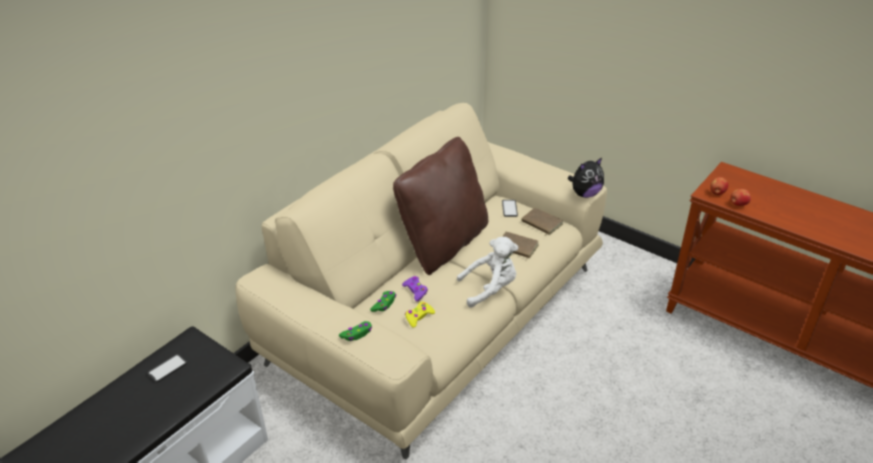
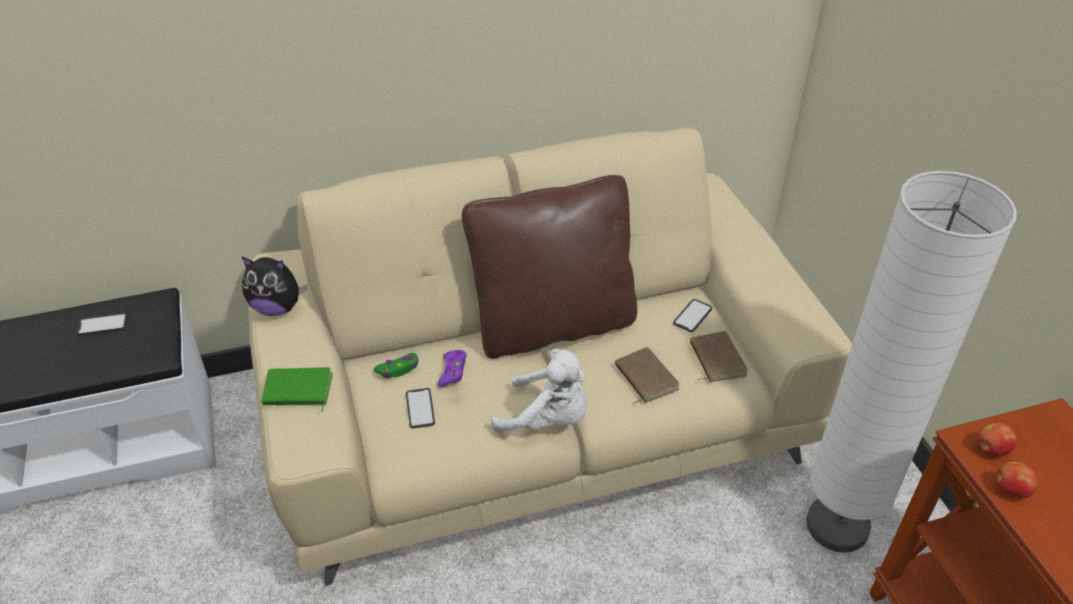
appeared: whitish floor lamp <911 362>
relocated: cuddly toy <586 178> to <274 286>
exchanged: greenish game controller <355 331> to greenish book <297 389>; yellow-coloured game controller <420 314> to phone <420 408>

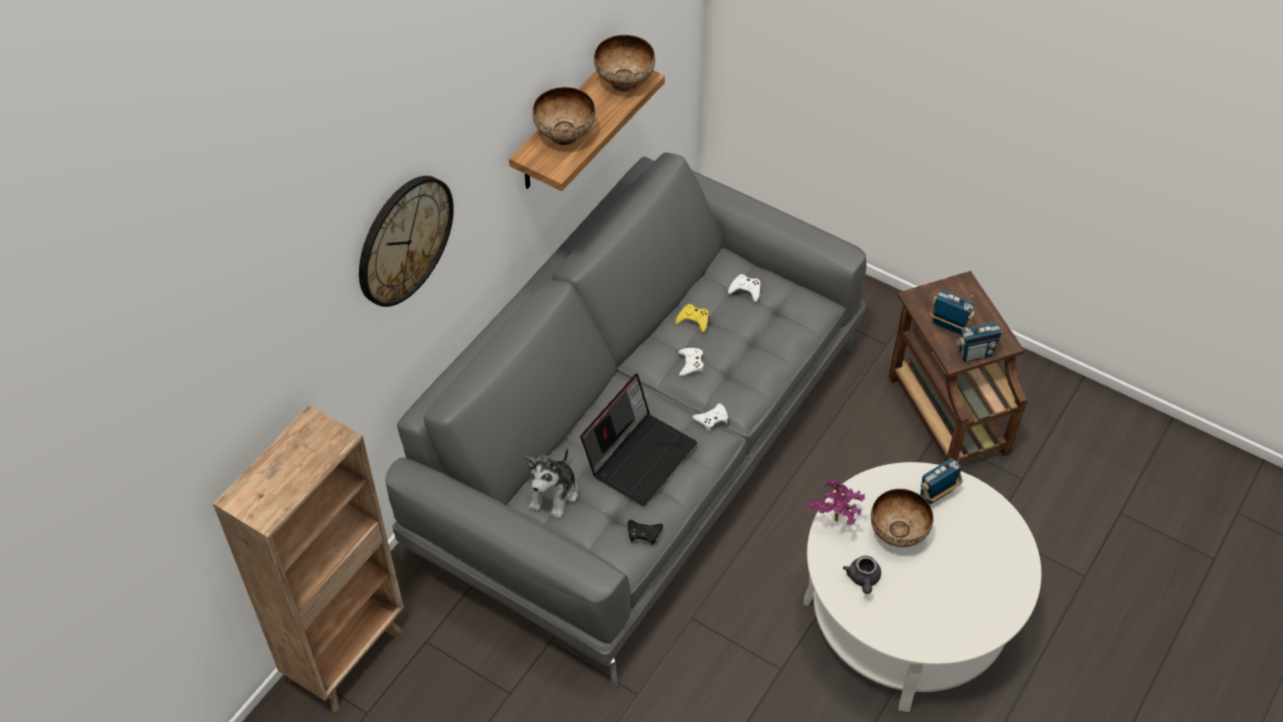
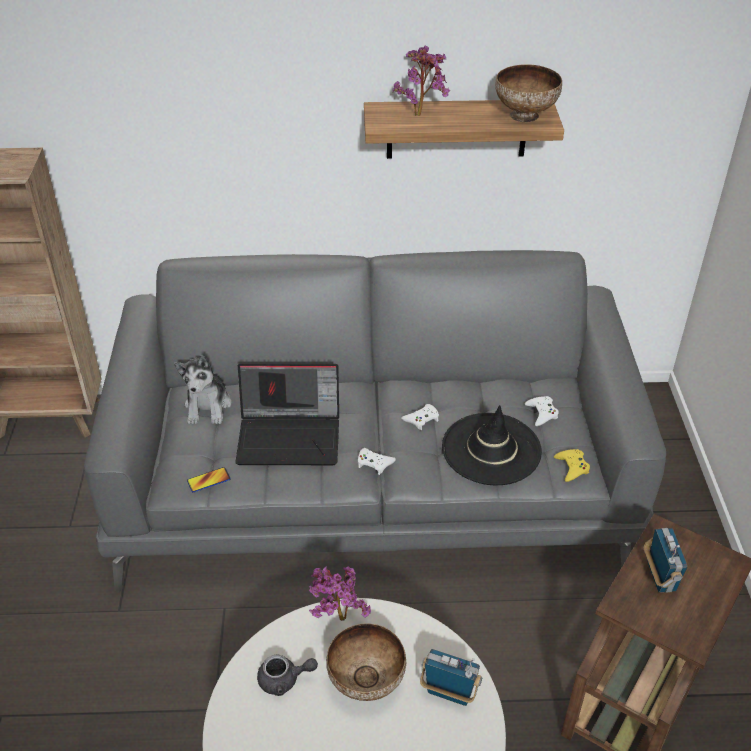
missing: clock on the wall <406 241>; radio set <979 339>
appeared: black hat <492 445>
relocated: yellow-coloured game controller <692 318> to <572 465>
exchanged: bowl <563 116> to potted plant <421 81>; black game controller <645 532> to phone <208 479>
spun: cuddly toy <551 483> = <202 389> 75 degrees counterclockwise; gray pot for tea <862 575> = <287 675> 150 degrees counterclockwise

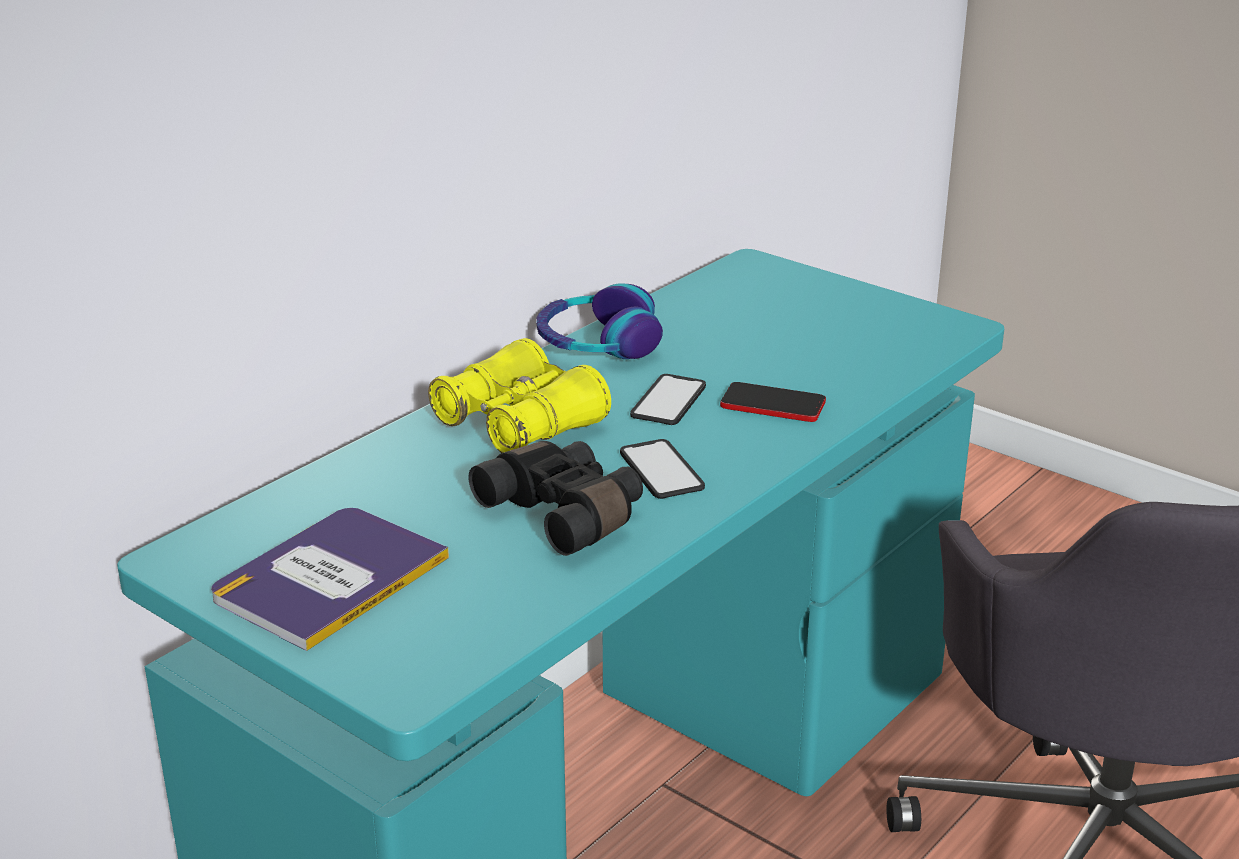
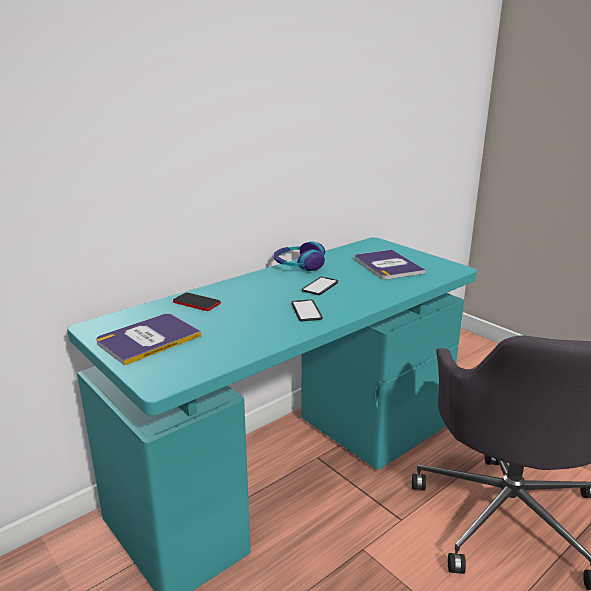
missing: yellow-coloured pair of binoculars <519 395>; black pair of binoculars <555 498>
appeared: book <390 264>
relocated: phone <773 402> to <197 302>

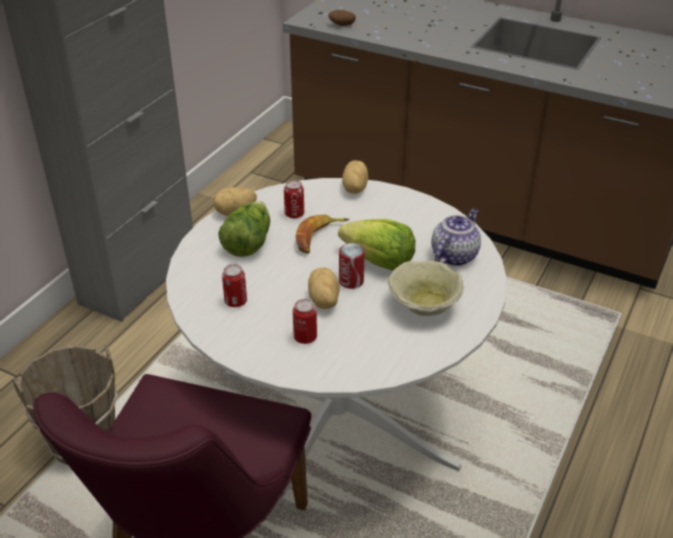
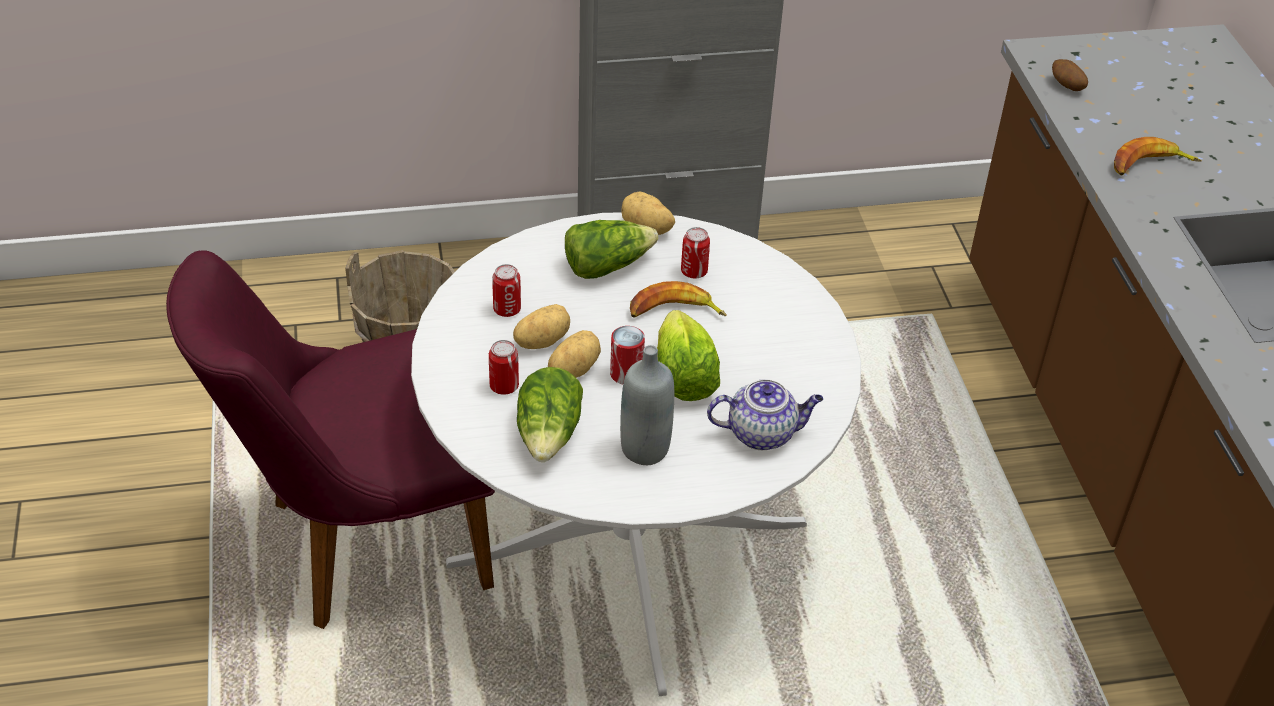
appeared: lettuce <550 414>; banana <1157 156>
relocated: spud <355 177> to <541 326>
exchanged: beige-coloured bowl <426 288> to gray beverage bottle <647 405>

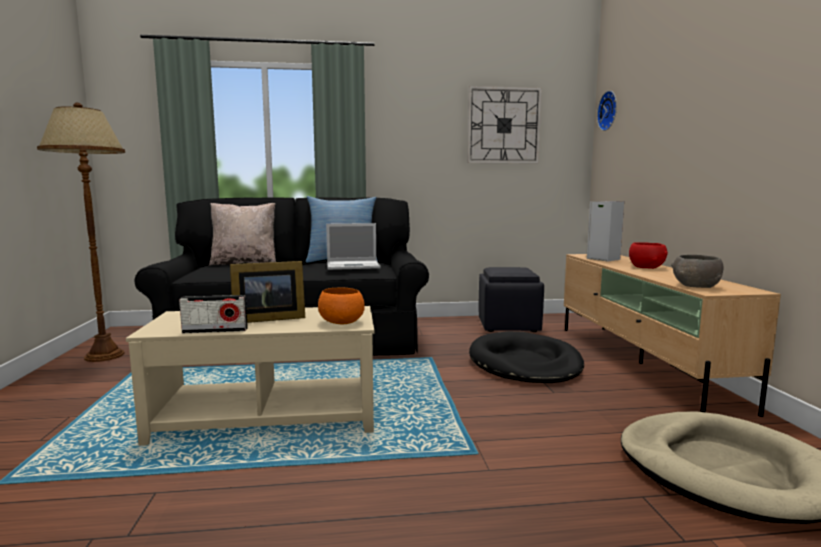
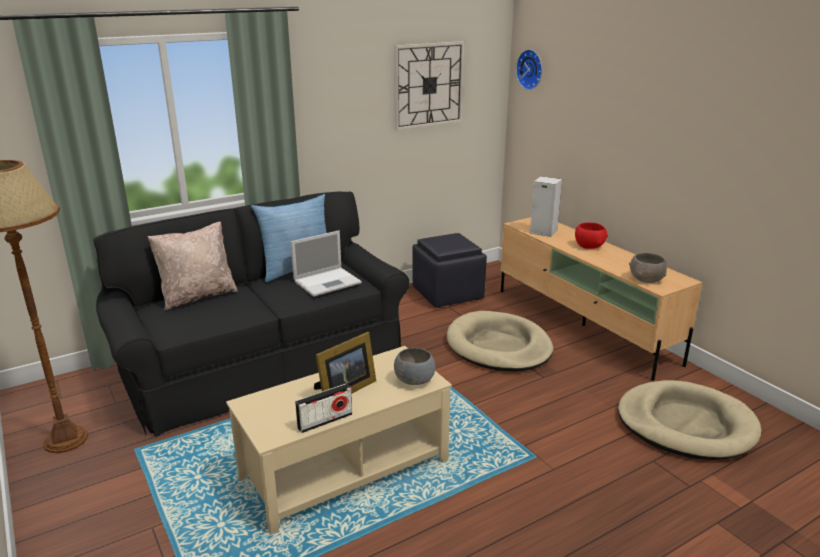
colour: orange-coloured bowl <341 306> to gray bowl <414 366>; black dog bed <526 357> to beige-coloured dog bed <500 341>

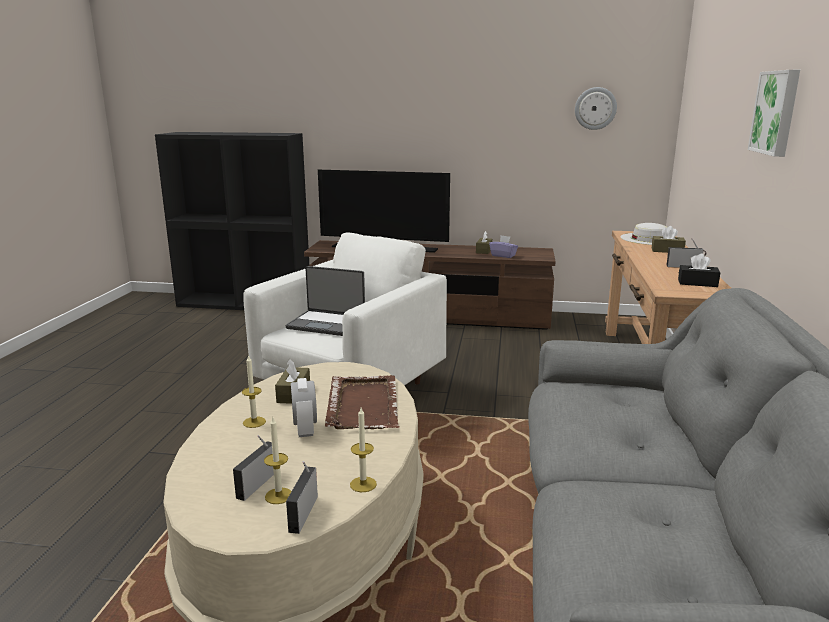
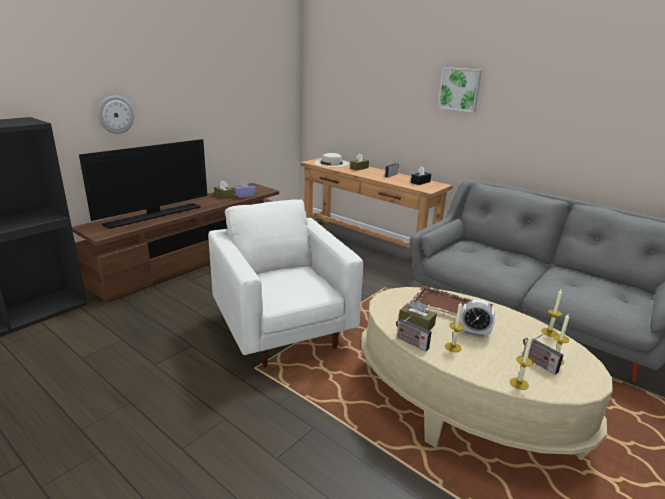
missing: portable computer <325 301>
appeared: wax light <521 362>
relocated: radio set <302 497> to <414 333>; clock on the wall <596 108> to <116 115>

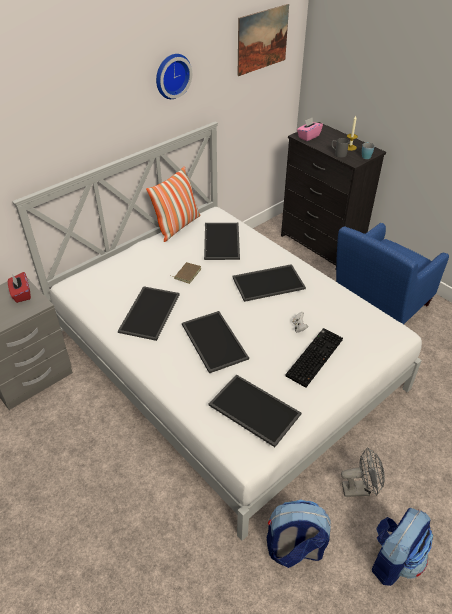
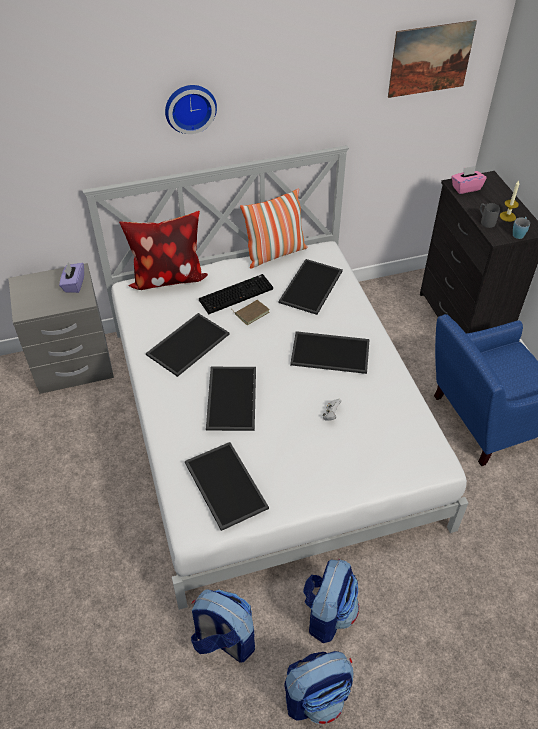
appeared: cushion <163 250>
relocated: clock on the wall <174 76> to <191 109>; keyboard <314 358> to <236 294>
exchanged: gray electric fan <363 472> to knapsack <331 601>
colour: reddish tissue box <19 287> to purple tissue box <71 278>

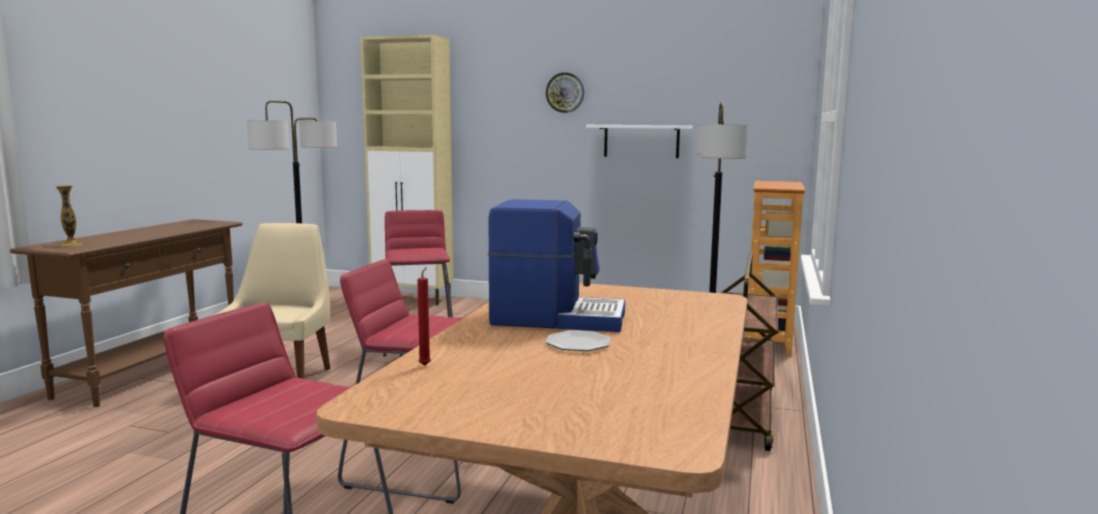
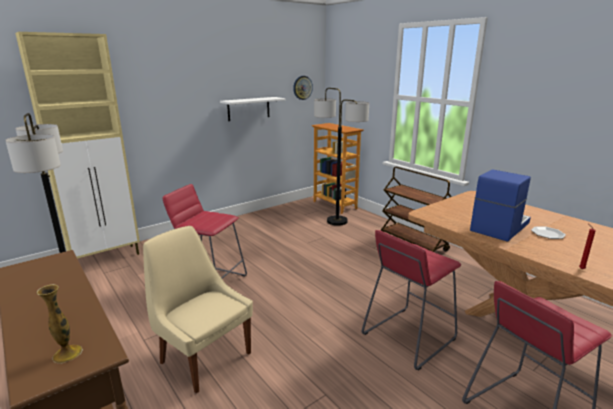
relocated: clock on the wall <565 92> to <303 88>

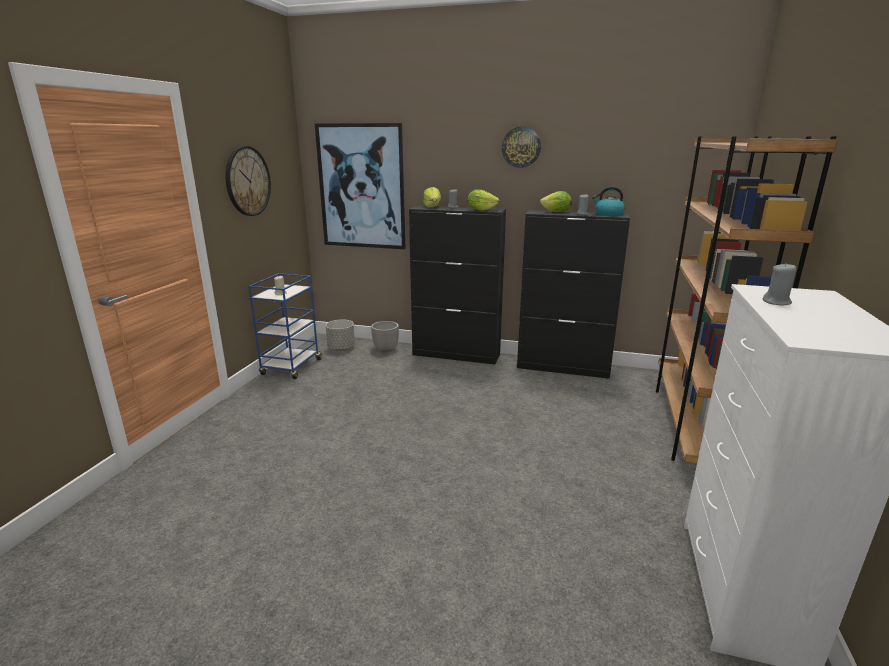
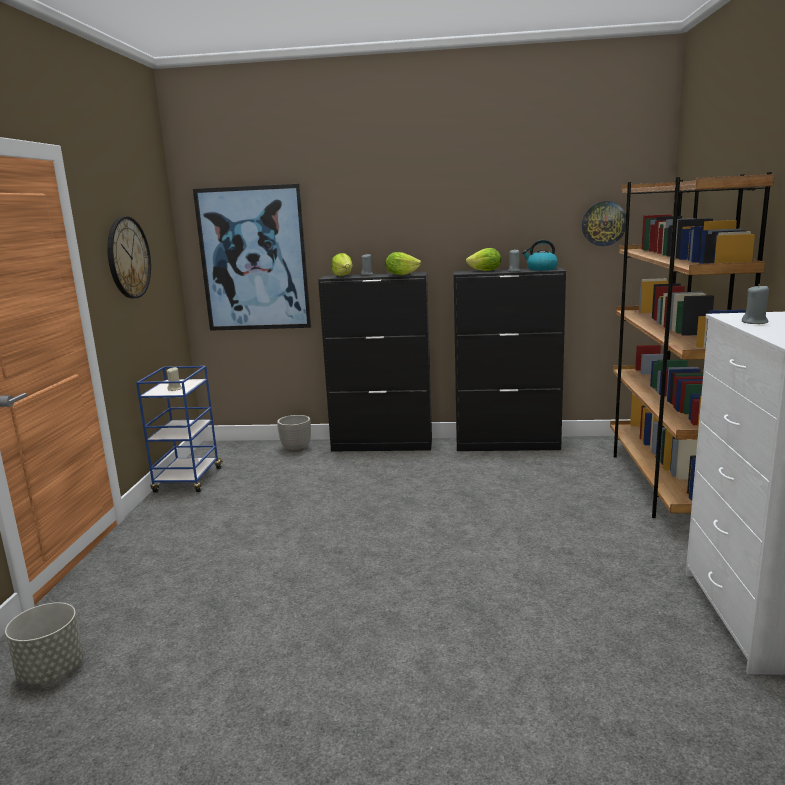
relocated: gray plant pot <340 335> to <44 643>; clock on the wall <521 147> to <604 223>

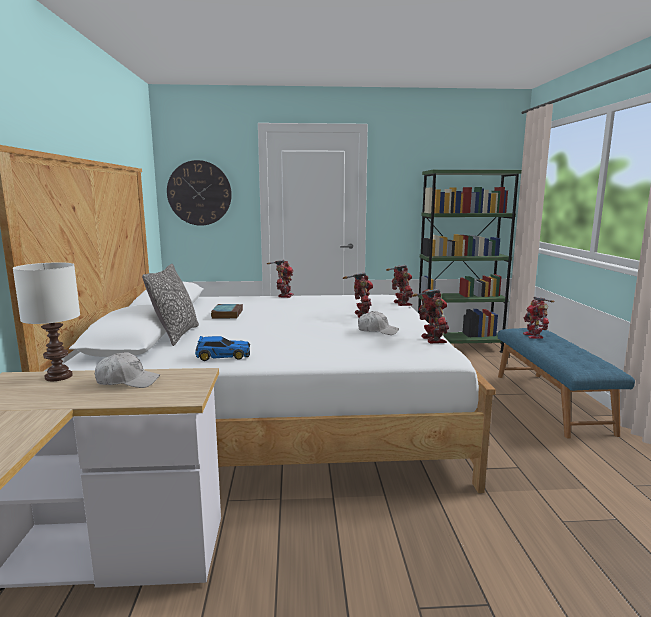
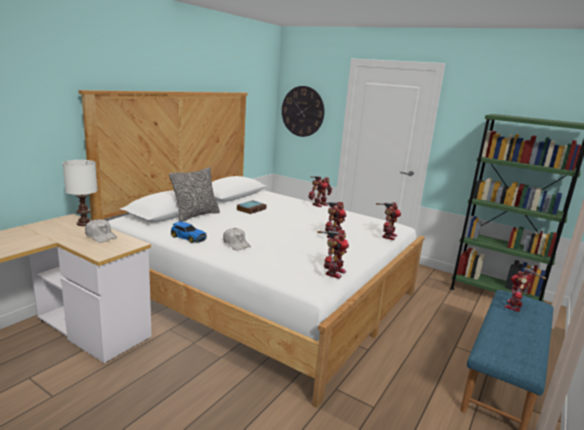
relocated: whitish peaked cap <378 323> to <237 239>

